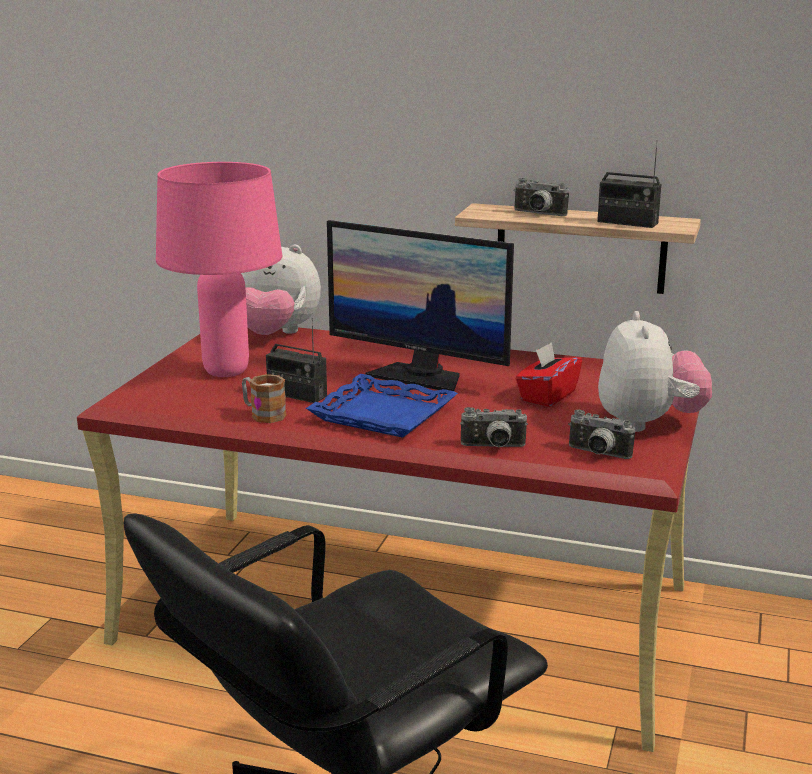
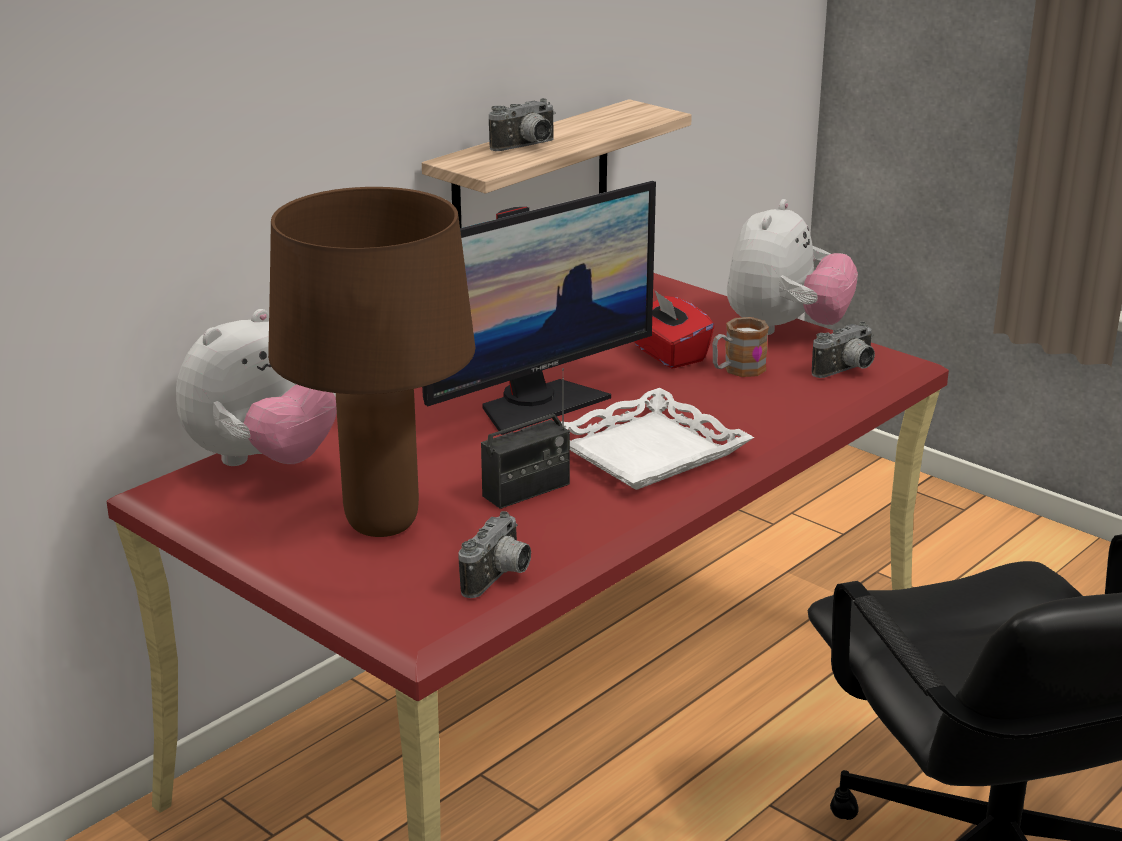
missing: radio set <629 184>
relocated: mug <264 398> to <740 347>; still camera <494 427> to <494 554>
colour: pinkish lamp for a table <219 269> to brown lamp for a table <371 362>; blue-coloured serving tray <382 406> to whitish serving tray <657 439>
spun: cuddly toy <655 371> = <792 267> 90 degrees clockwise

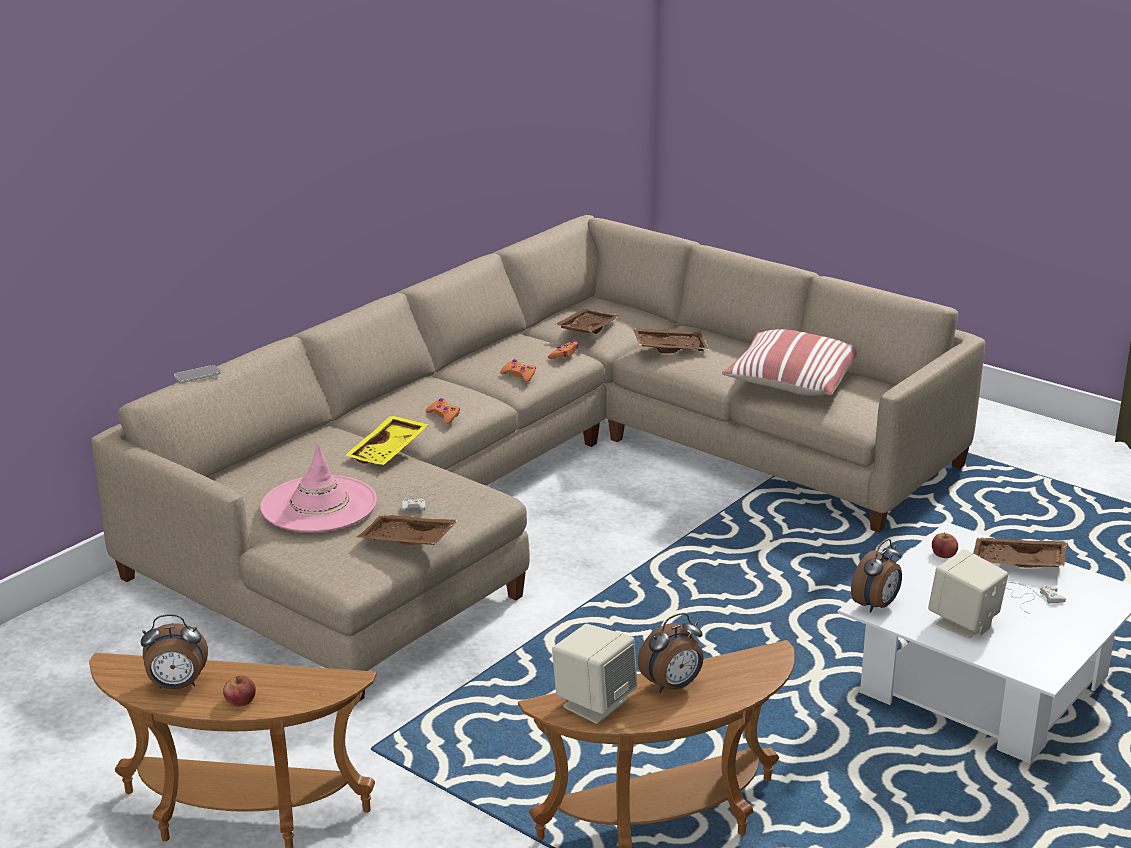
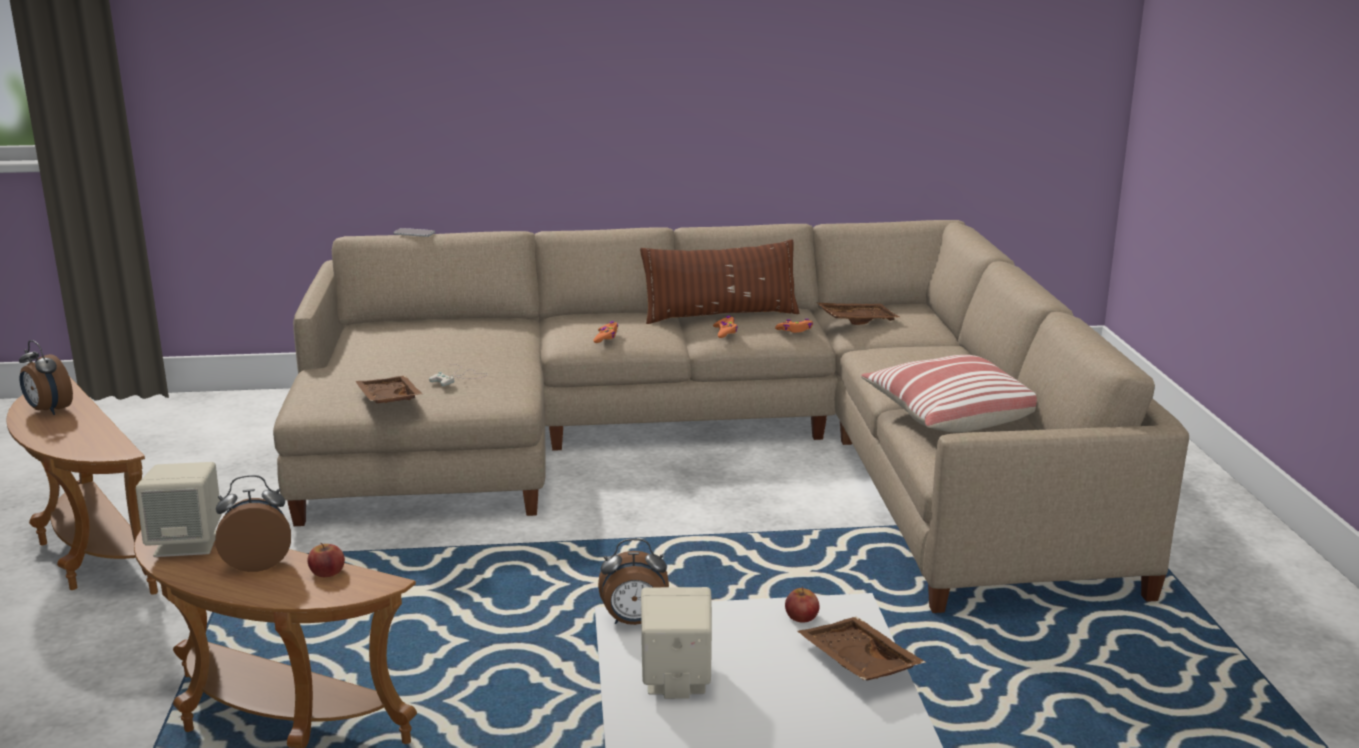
missing: pinkish hat <318 487>; yellow-coloured serving tray <387 440>; brown serving tray <671 340>; whitish game controller <1036 598>
appeared: brown cushion <719 282>
relocated: apple fruit <239 691> to <326 560>
spun: alarm clock <671 653> = <253 523> 150 degrees clockwise

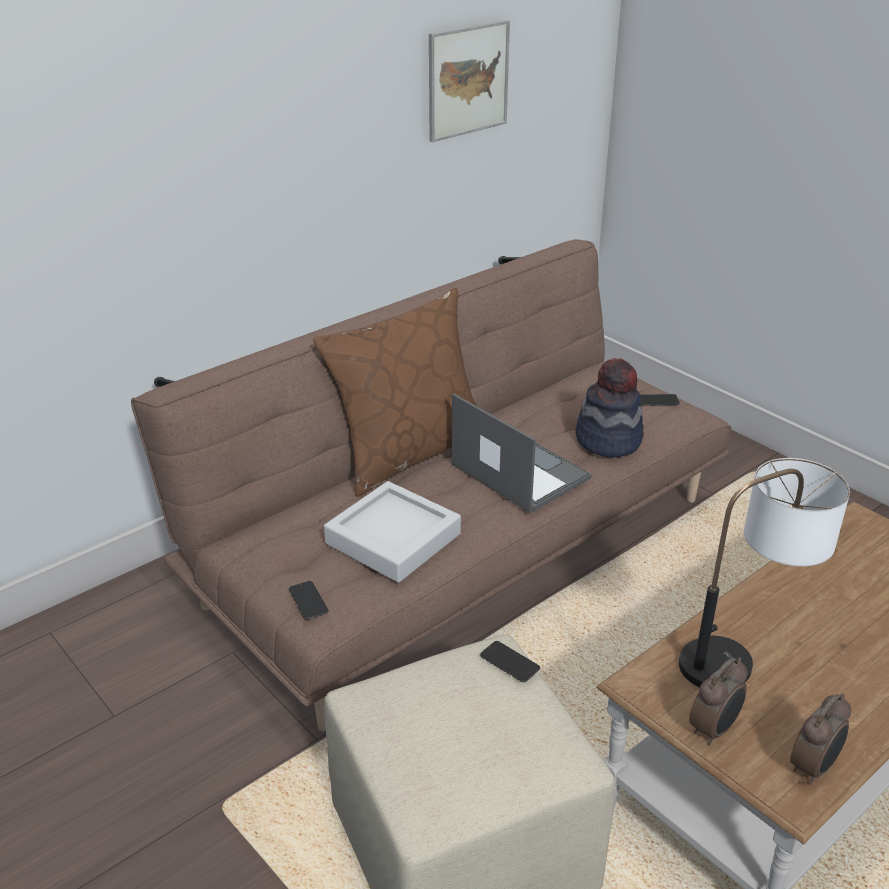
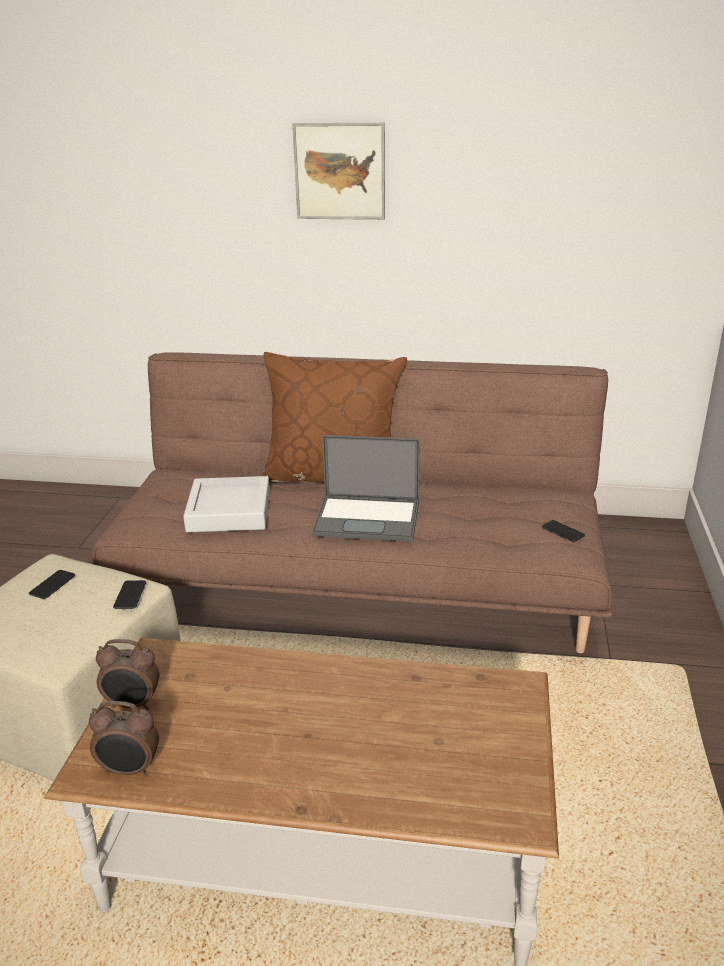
missing: hat <610 408>; lamp for a table <764 572>
relocated: phone <308 600> to <52 584>; wall art <469 81> to <338 171>
spun: portable computer <522 453> = <366 488> 90 degrees clockwise

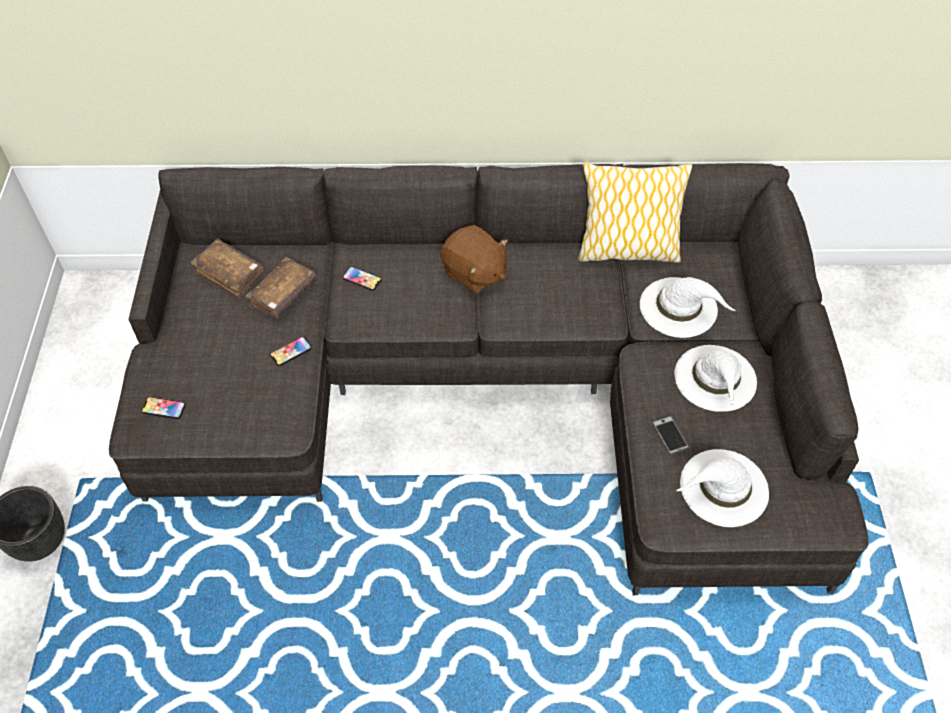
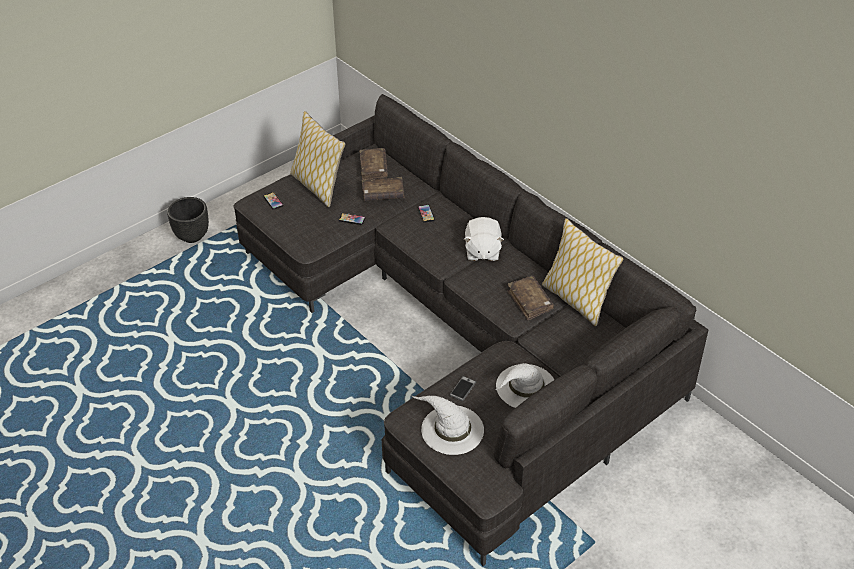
missing: whitish hat <688 307>
appeared: cushion <317 159>; brown book <530 298>
colour: brown cuddly toy <474 259> to whitish cuddly toy <484 239>

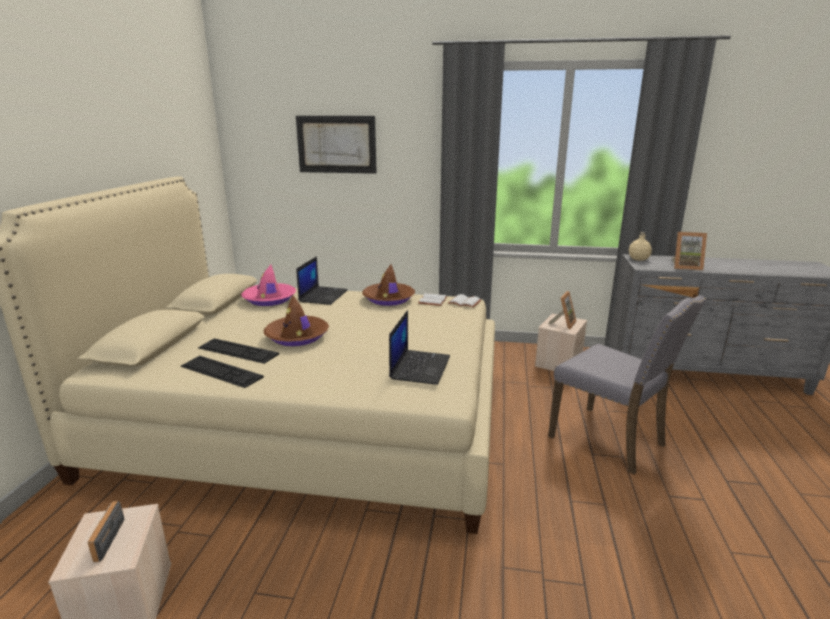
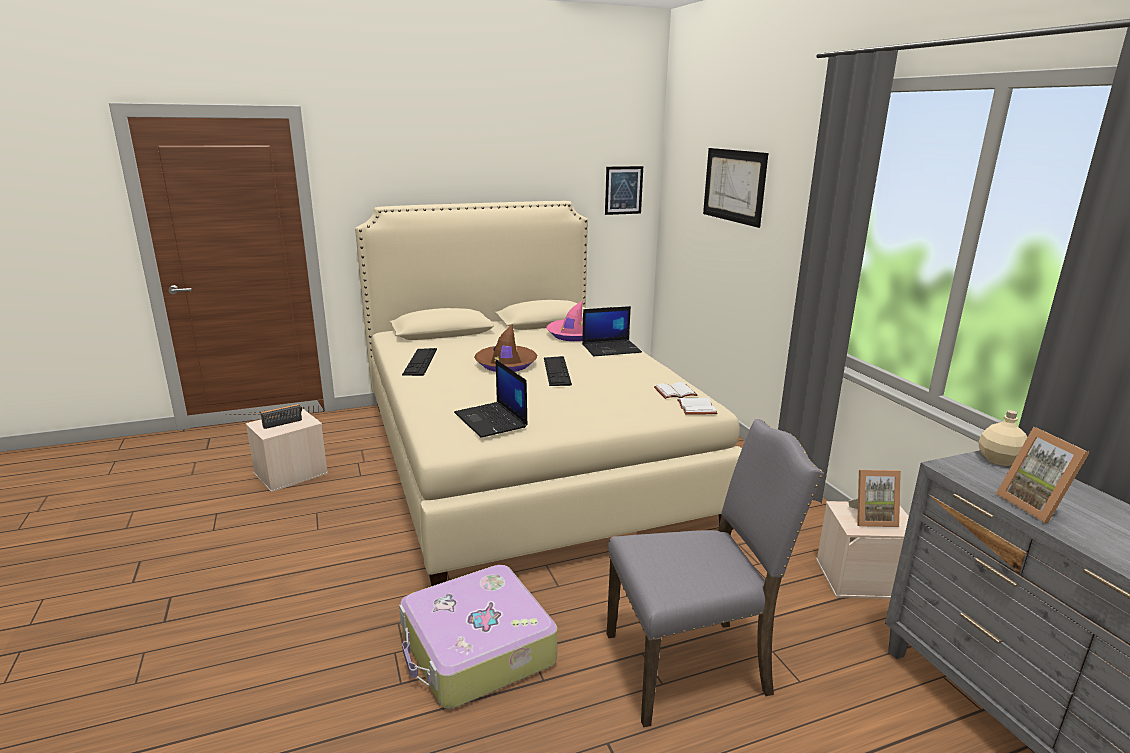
missing: brown hat <388 285>
appeared: travel case <478 637>; wall art <624 190>
relocated: keyboard <238 351> to <558 371>
spun: portable computer <419 347> = <491 398> 75 degrees clockwise; gray plain chair <627 385> = <715 573> 120 degrees counterclockwise

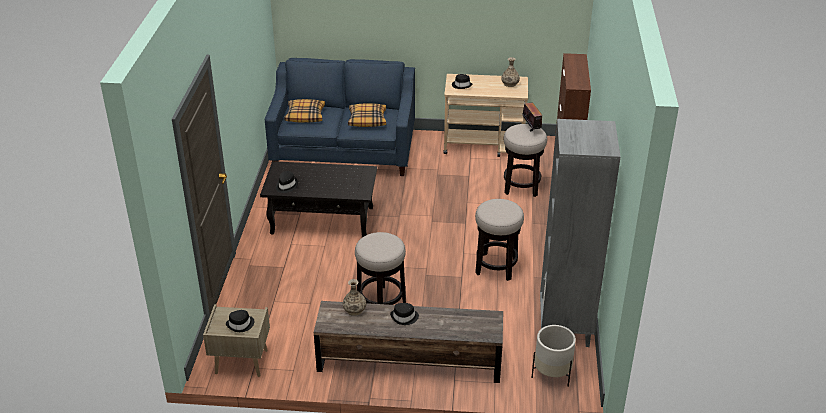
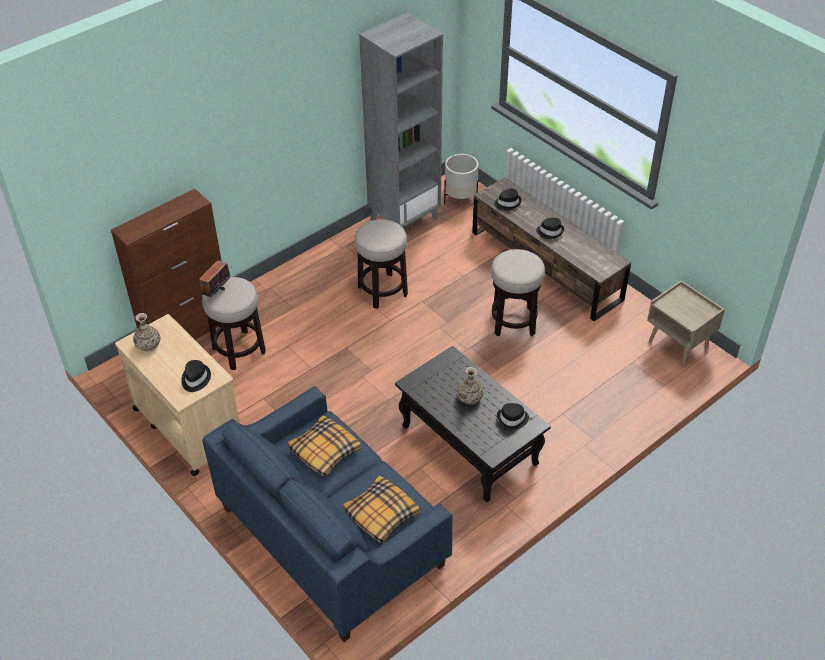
relocated: black hat <240 321> to <507 199>; vase <354 297> to <470 386>

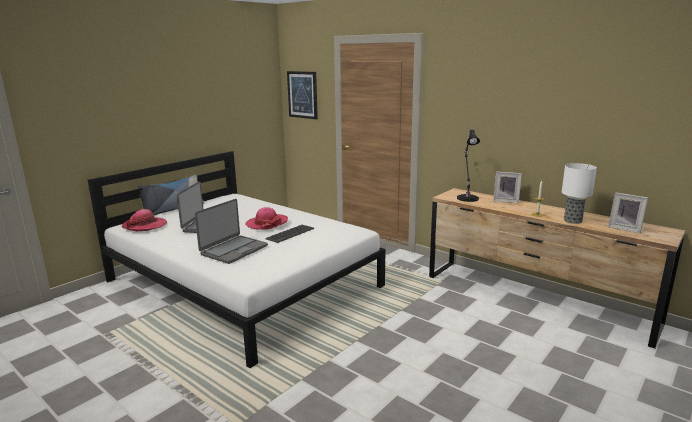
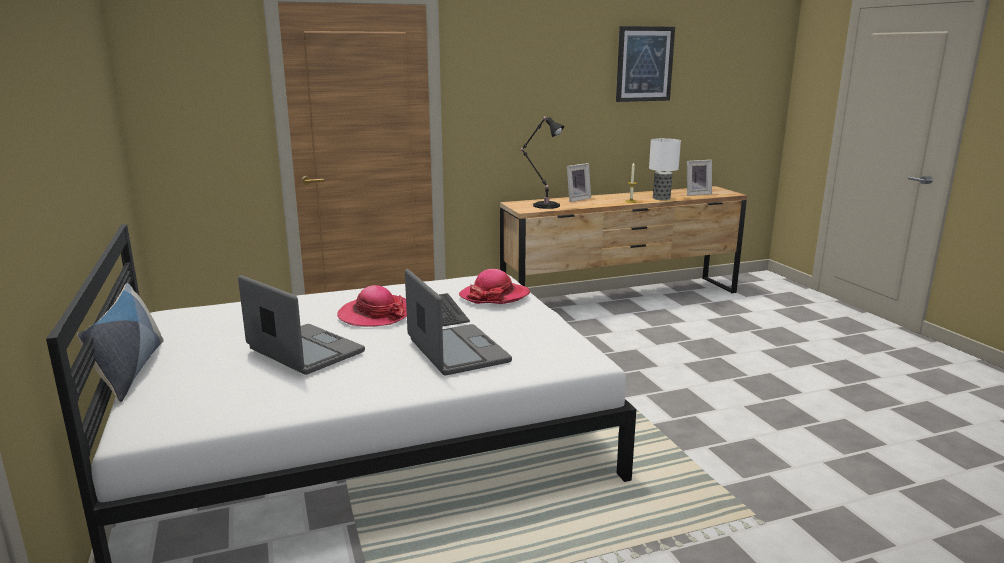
relocated: hat <144 220> to <494 286>; wall art <302 95> to <645 64>

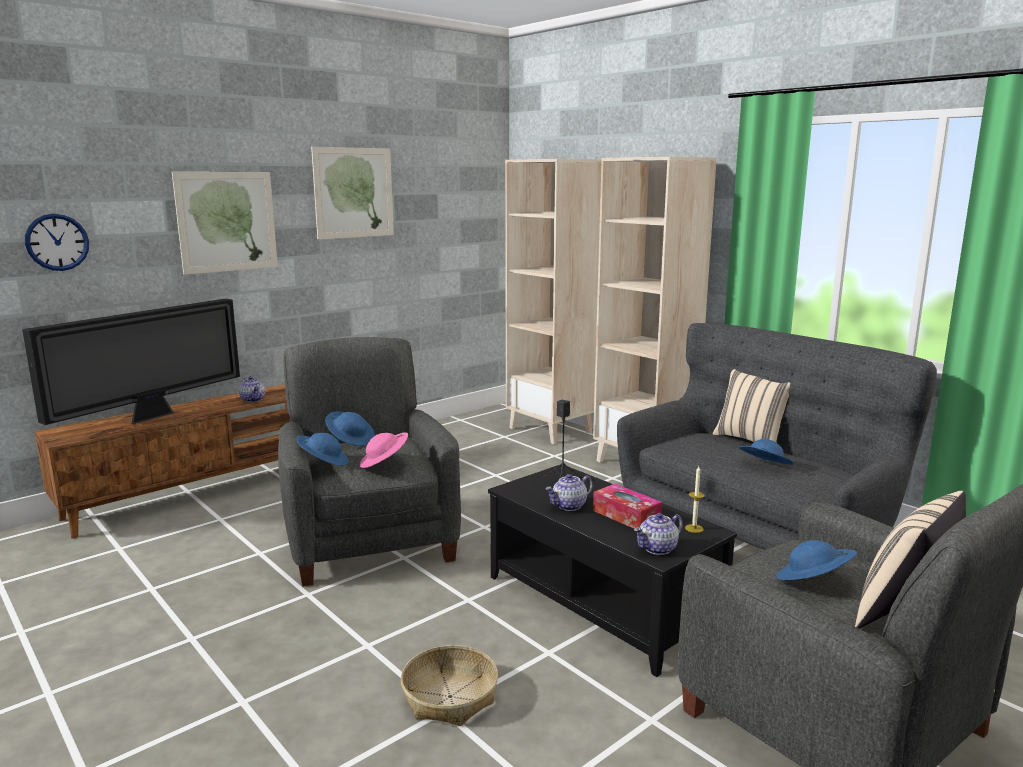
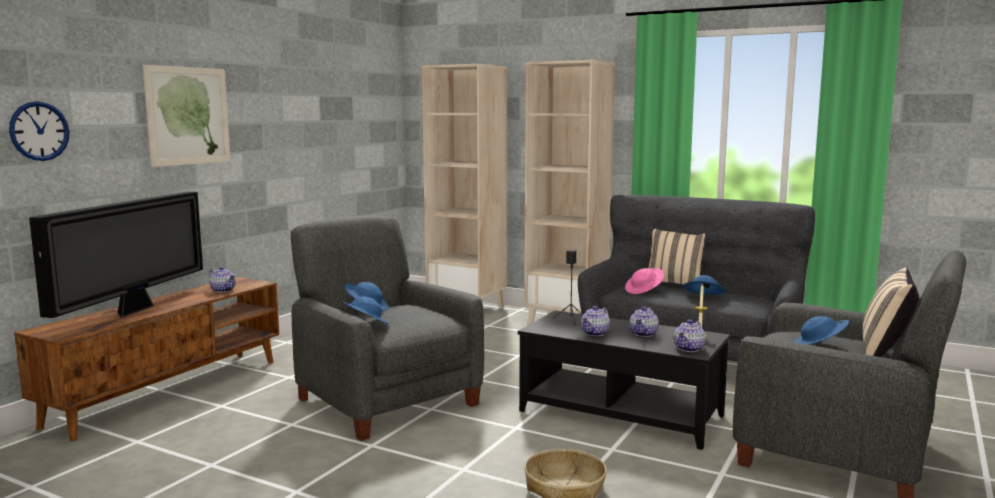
missing: wall art <352 193>
relocated: pinkish hat <384 450> to <644 281>
exchanged: tissue box <627 506> to pot for tea <644 322>

